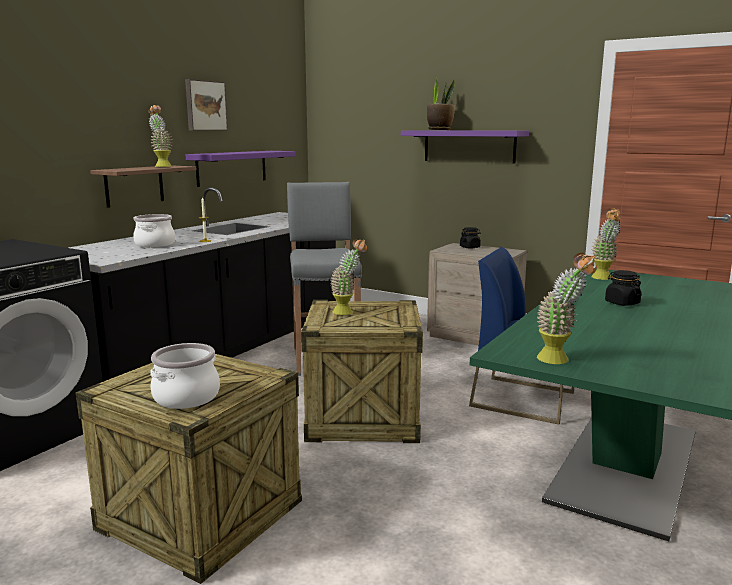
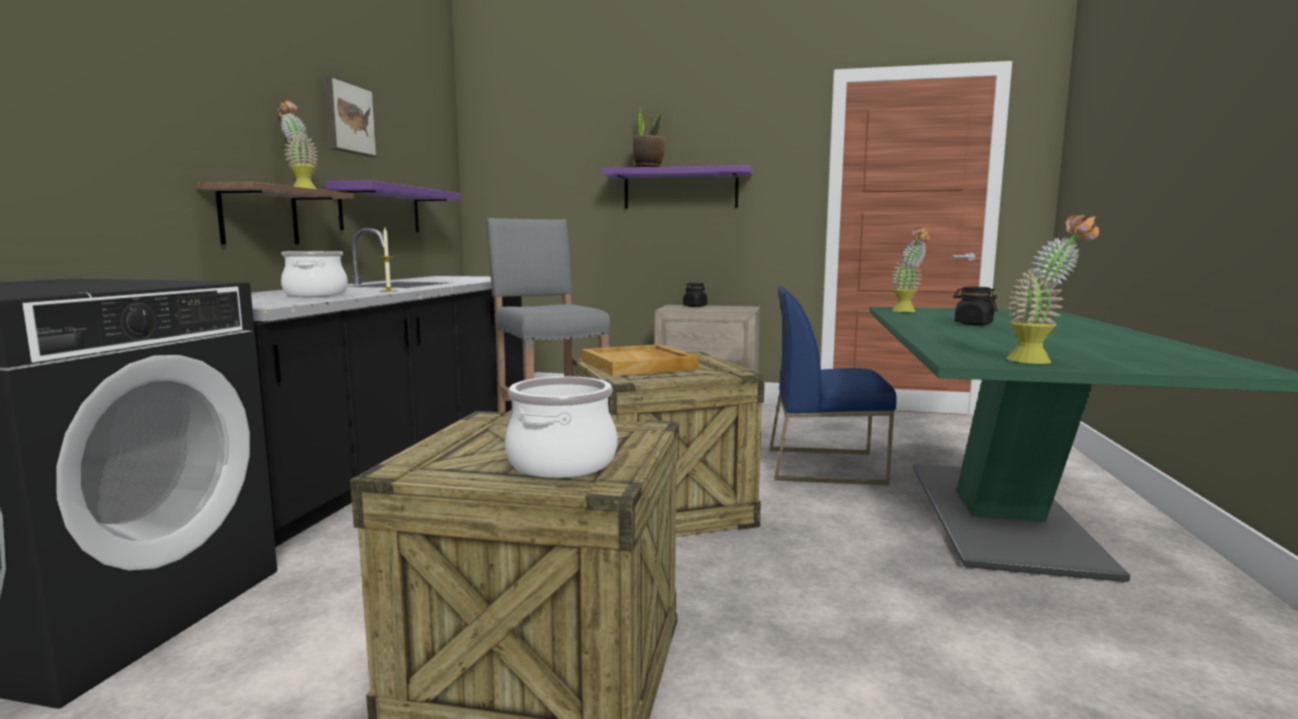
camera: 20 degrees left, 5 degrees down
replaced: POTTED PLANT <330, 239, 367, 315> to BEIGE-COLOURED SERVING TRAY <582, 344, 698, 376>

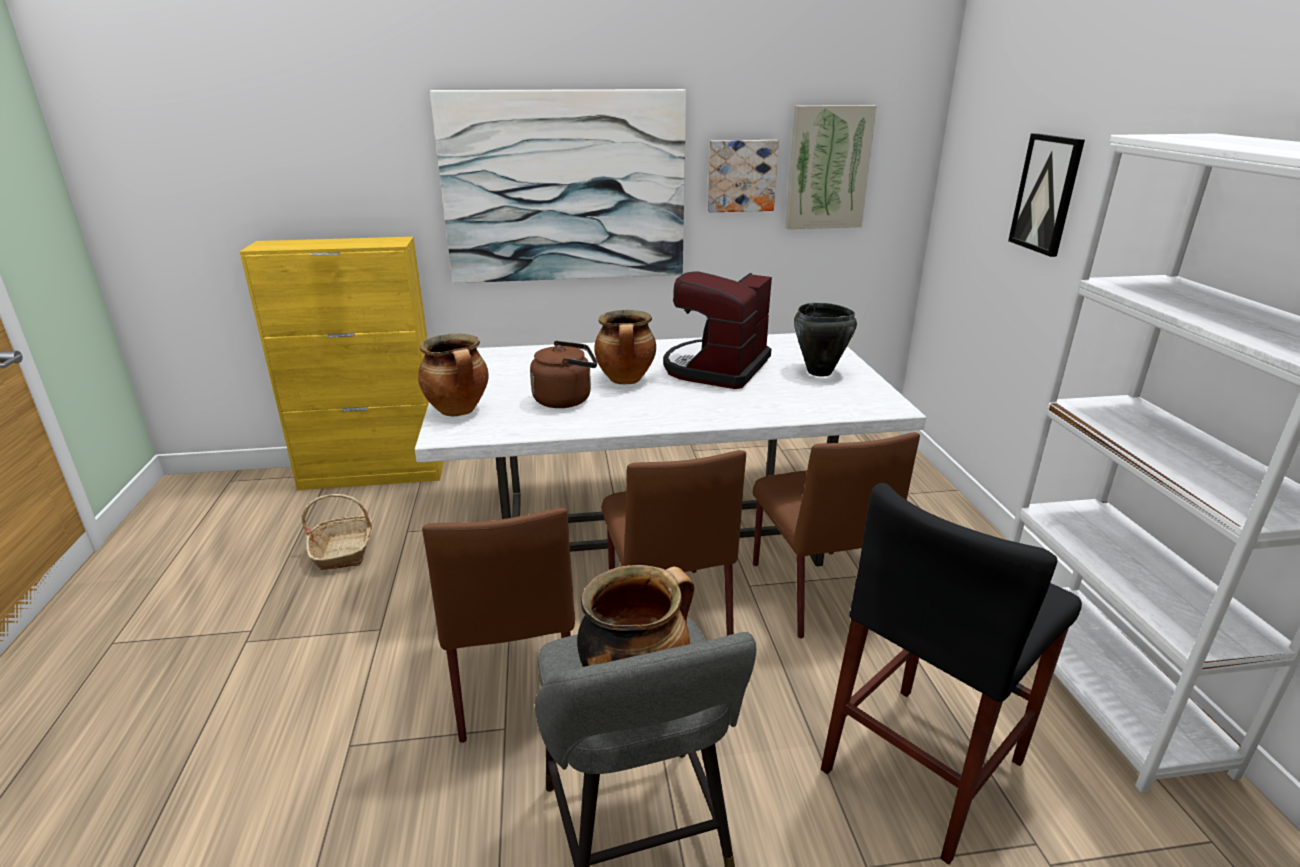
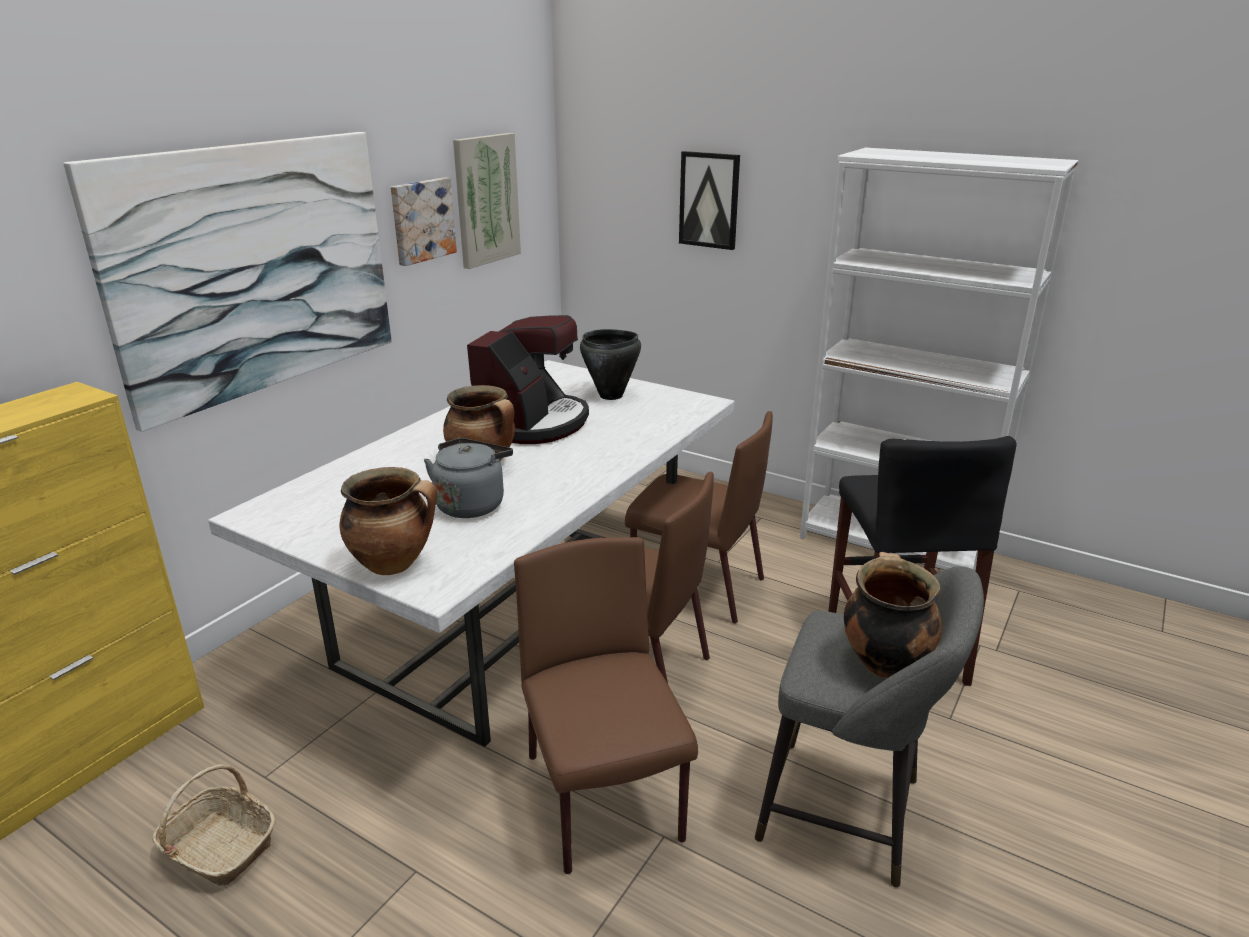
camera: 50 degrees left, 0 degrees up
recoloured: BROWN-COLOURED KETTLE <530, 341, 597, 408> to GREYISH KETTLE <424, 438, 513, 518>
turned: BROWN-COLOURED CHAIR <422, 508, 575, 743> = <514, 537, 698, 874> 135 degrees counterclockwise; COFFEE MAKER <663, 271, 772, 389> = <467, 315, 589, 444> 135 degrees counterclockwise

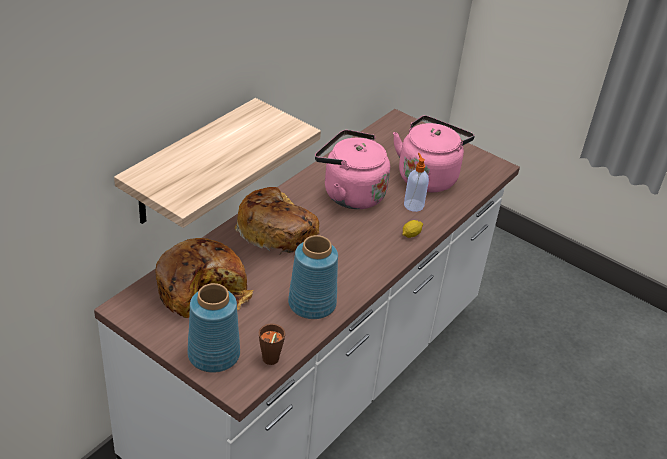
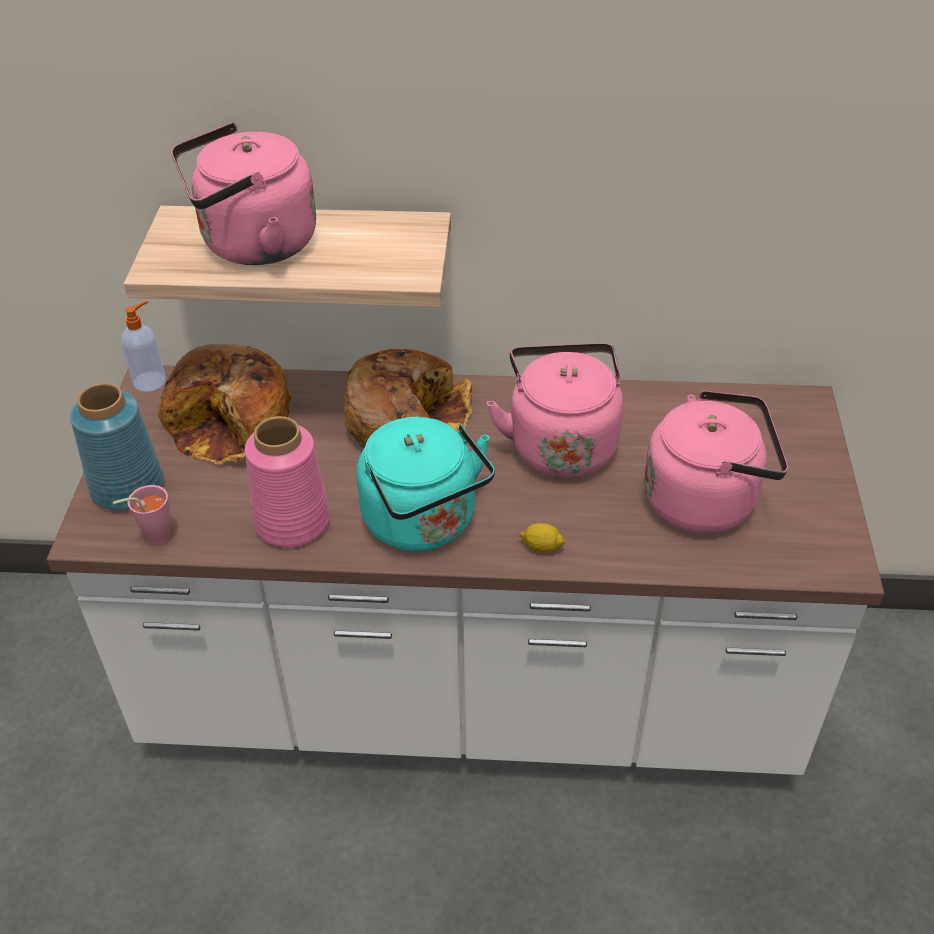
camera: 60 degrees right, 5 degrees up
added: PINK-COLOURED KETTLE <171, 123, 316, 265>; BLUE-GREEN KETTLE <357, 417, 495, 551>
moved: SOAP DISPENSER <404, 153, 429, 212> to <122, 301, 166, 392>
recoloured: BROWN-COLOURED SMALL CUP <258, 323, 285, 365> to PINK-COLOURED SMALL CUP <113, 485, 171, 546>; BLUE VASE <288, 235, 338, 319> to PINK-COLOURED VASE <245, 416, 330, 547>

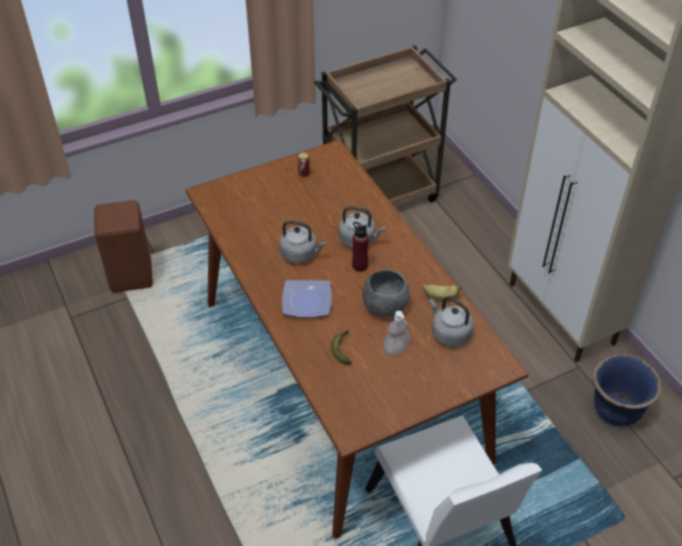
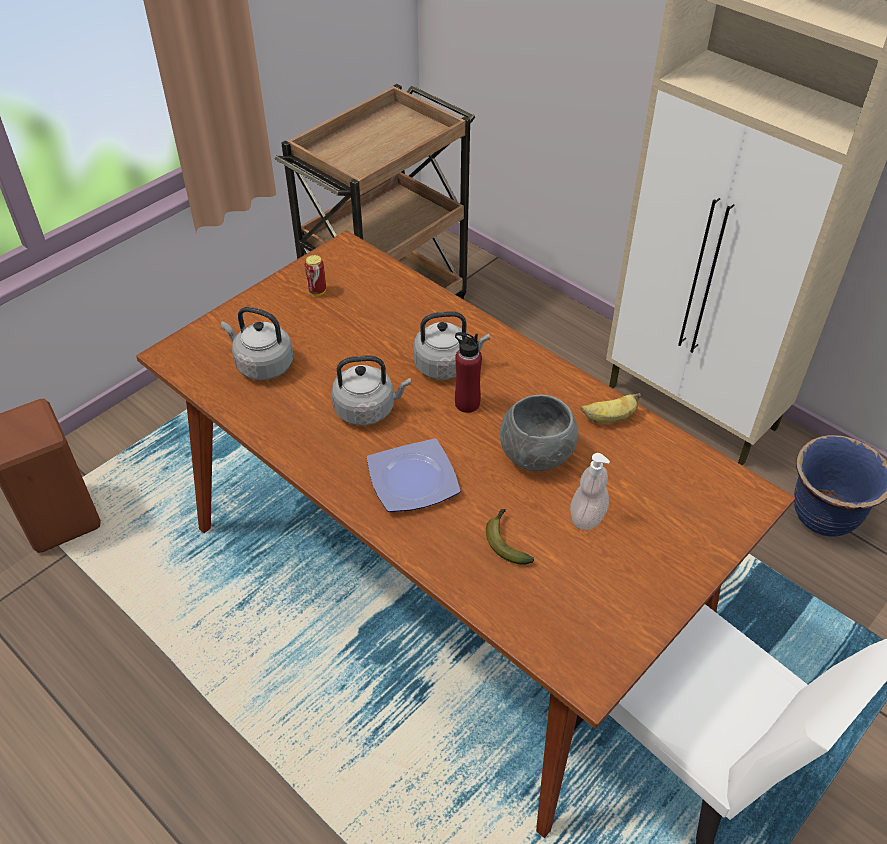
camera: 20 degrees left, 0 degrees up
moved: GREYISH KETTLE <429, 296, 474, 347> to <221, 307, 293, 380>

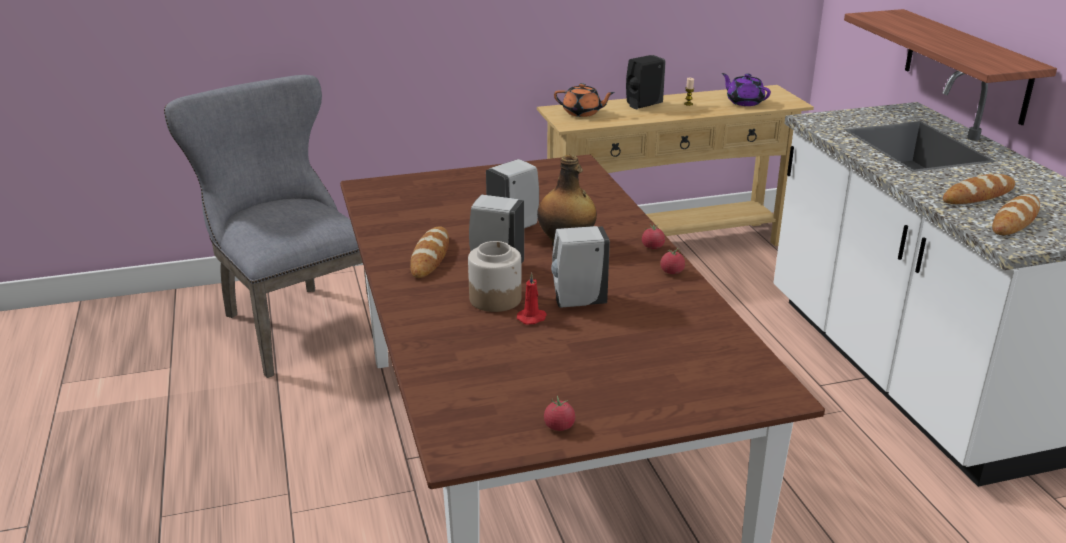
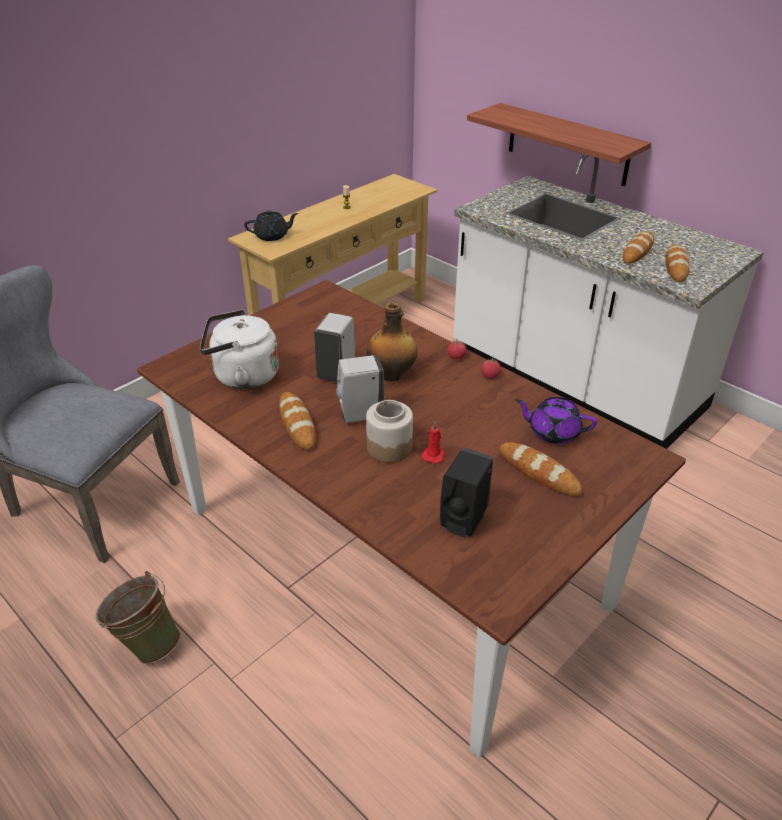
camera: 30 degrees left, 10 degrees up
removed: WHOLE TOMATO <544, 396, 575, 431>; WHITE-COLOURED SOAP DISPENSER <551, 226, 610, 308>
added: GREEN BUCKET <95, 571, 181, 664>; WHITE-COLOURED KETTLE <200, 310, 279, 389>; BAKED BREAD <500, 442, 583, 496>
moved: BLACK SOAP DISPENSER <626, 55, 666, 109> to <440, 448, 493, 537>; PURPLISH POT FOR TEA <722, 73, 771, 106> to <515, 397, 597, 444>
recoloured: ORANGE-COLOURED POT FOR TEA <554, 83, 615, 117> to BLACK POT FOR TEA <244, 210, 298, 241>

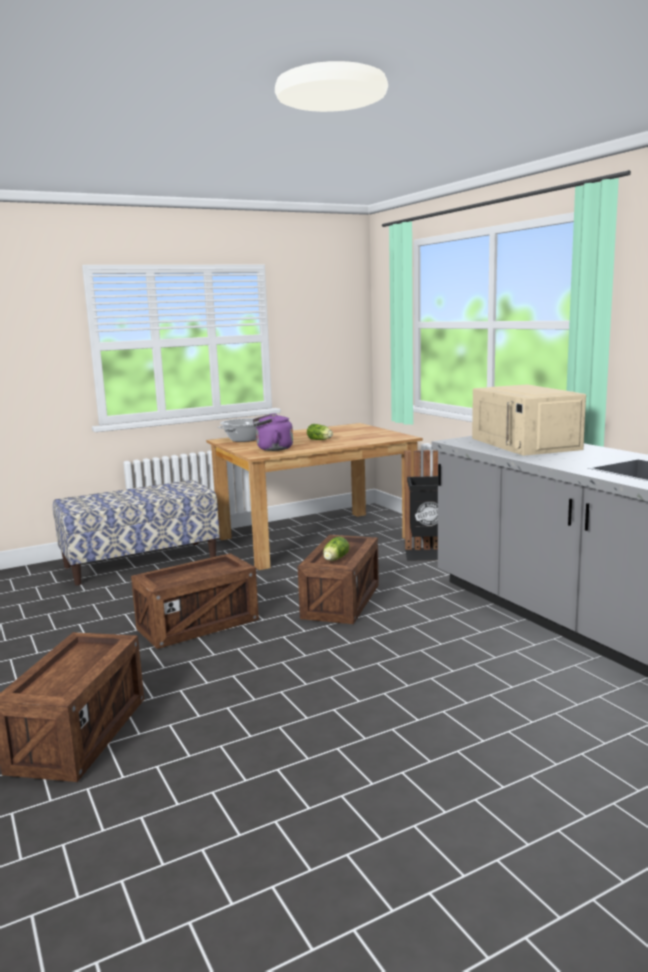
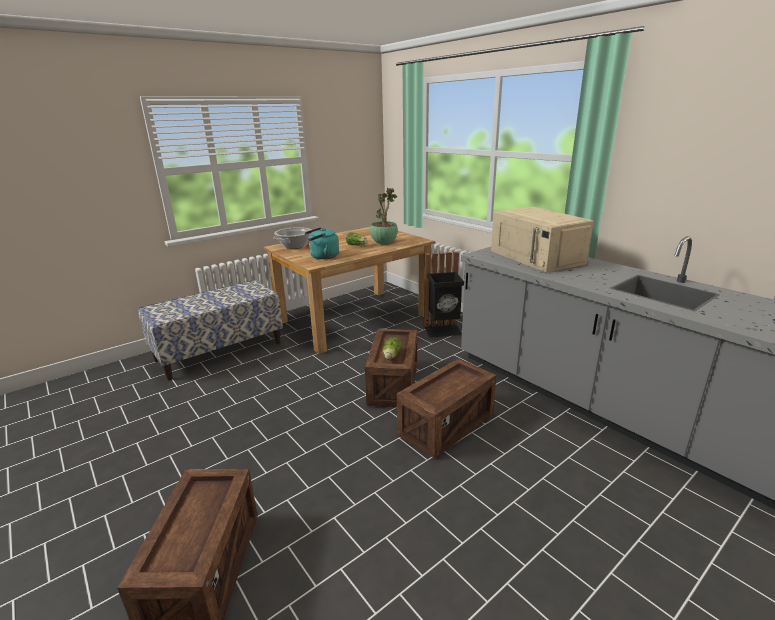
camera: 10 degrees left, 10 degrees up
added: POTTED PLANT <370, 187, 398, 245>
moved: CRATE <131, 553, 259, 649> to <397, 358, 497, 459>
recoloured: PURPLISH KETTLE <253, 413, 293, 451> to BLUE-GREEN KETTLE <305, 227, 339, 259>

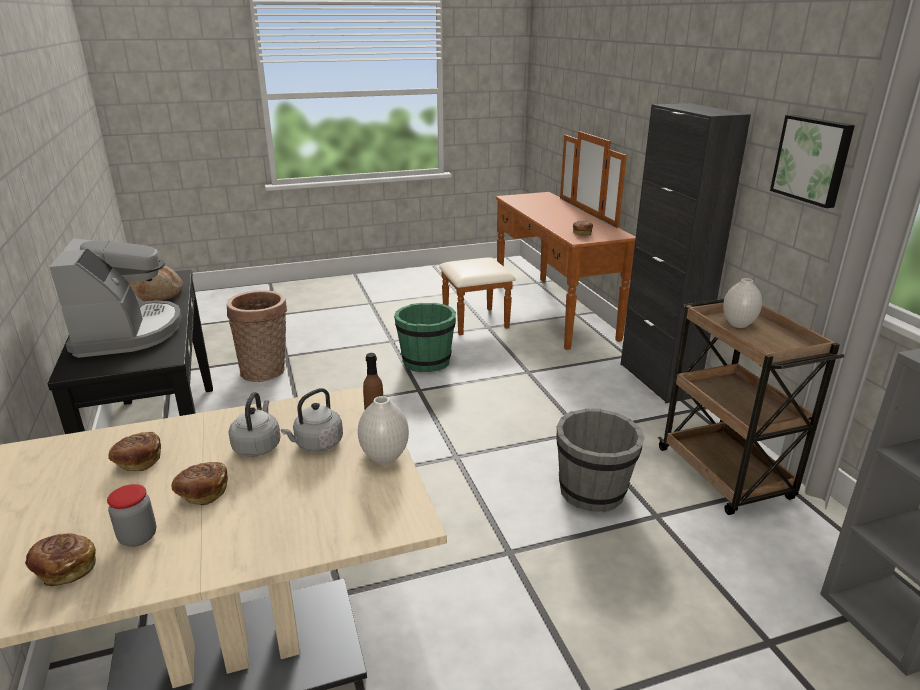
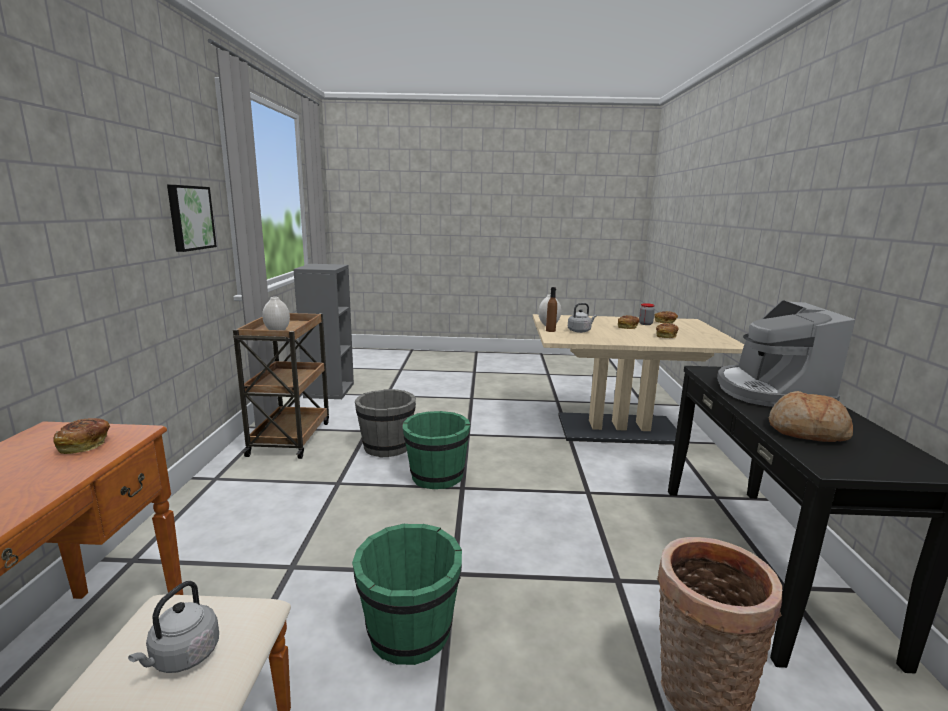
camera: 160 degrees left, 10 degrees down
removed: BLACK STORAGE CABINET <620, 103, 751, 403>
added: GREEN BUCKET <403, 411, 470, 489>
moved: GREYISH KETTLE <228, 392, 281, 457> to <128, 581, 219, 673>

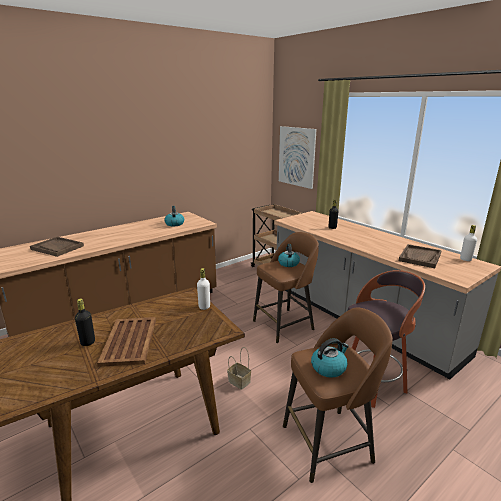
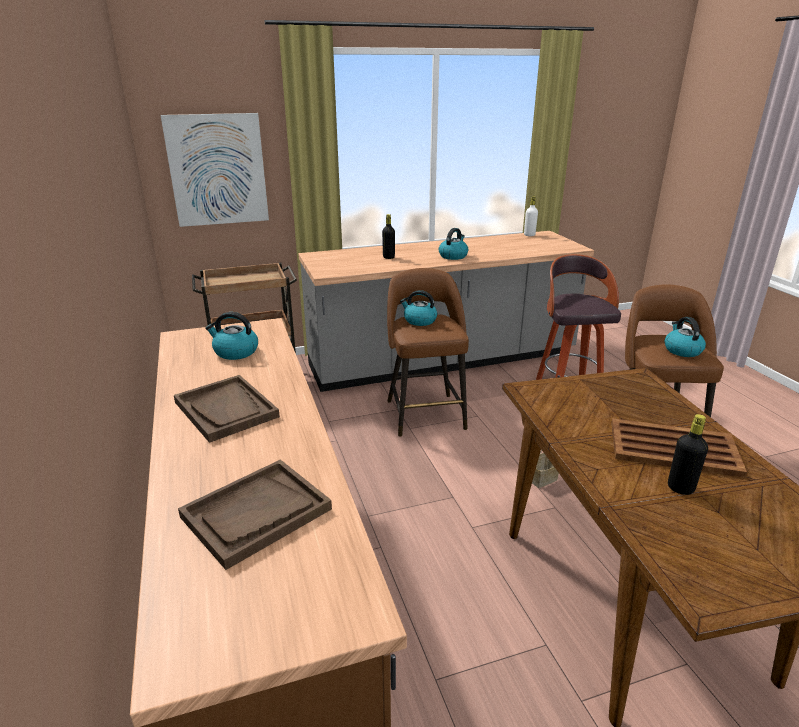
camera: 70 degrees left, 5 degrees up
removed: WHITE-COLOURED DRINK BOTTLE <197, 268, 210, 310>
added: KETTLE <439, 228, 468, 260>
moved: BROWN-COLOURED SERVING TRAY <399, 244, 442, 268> to <174, 375, 280, 443>

